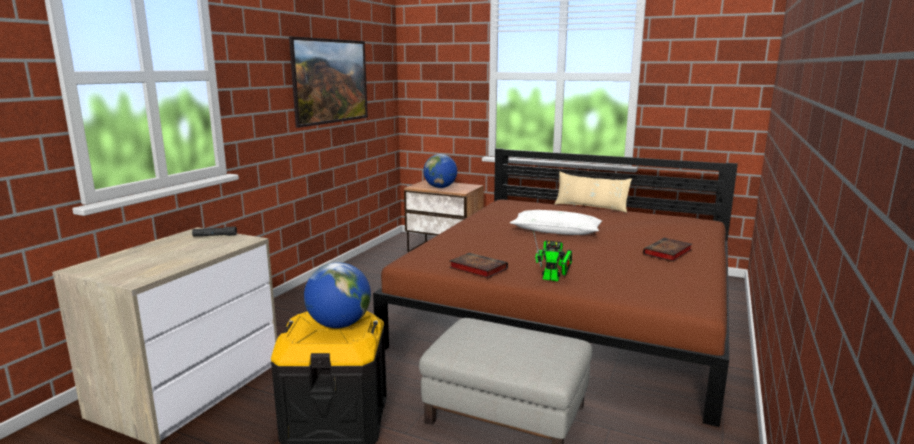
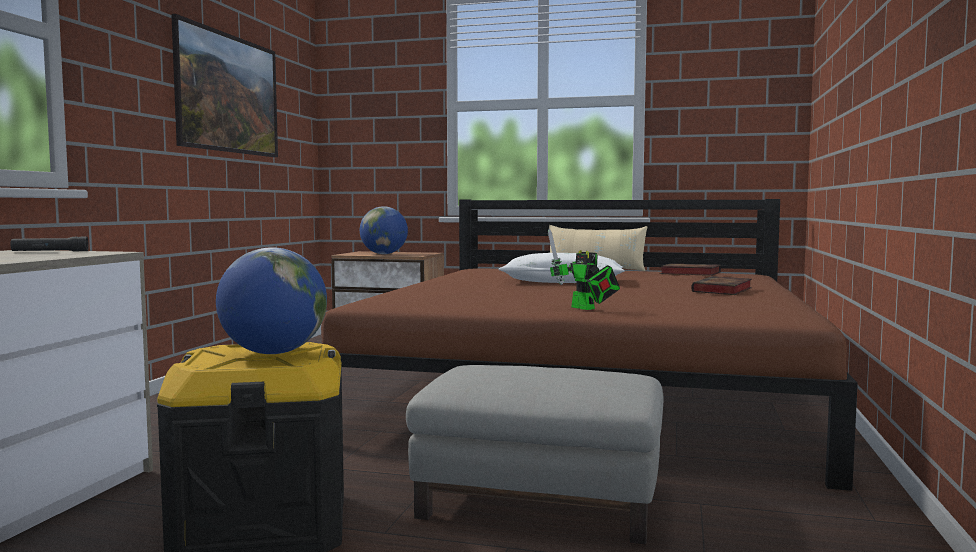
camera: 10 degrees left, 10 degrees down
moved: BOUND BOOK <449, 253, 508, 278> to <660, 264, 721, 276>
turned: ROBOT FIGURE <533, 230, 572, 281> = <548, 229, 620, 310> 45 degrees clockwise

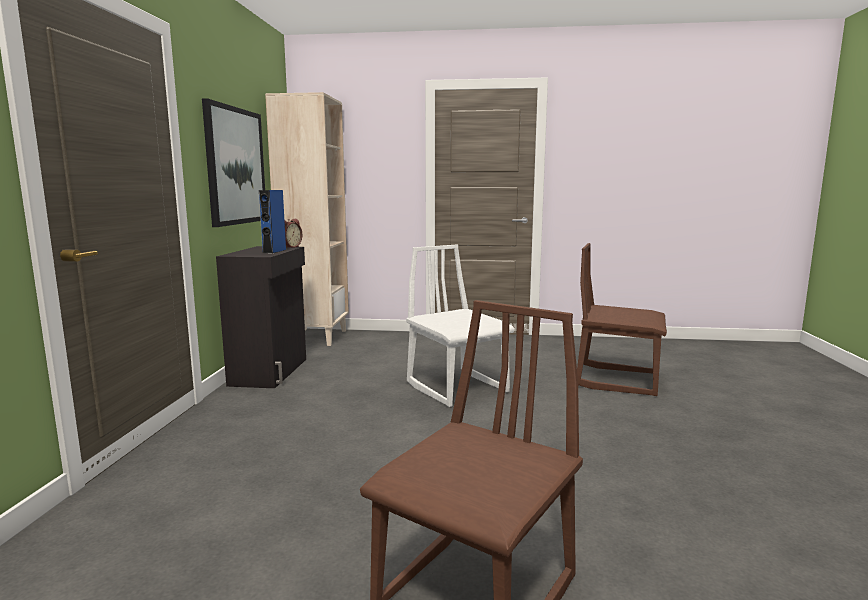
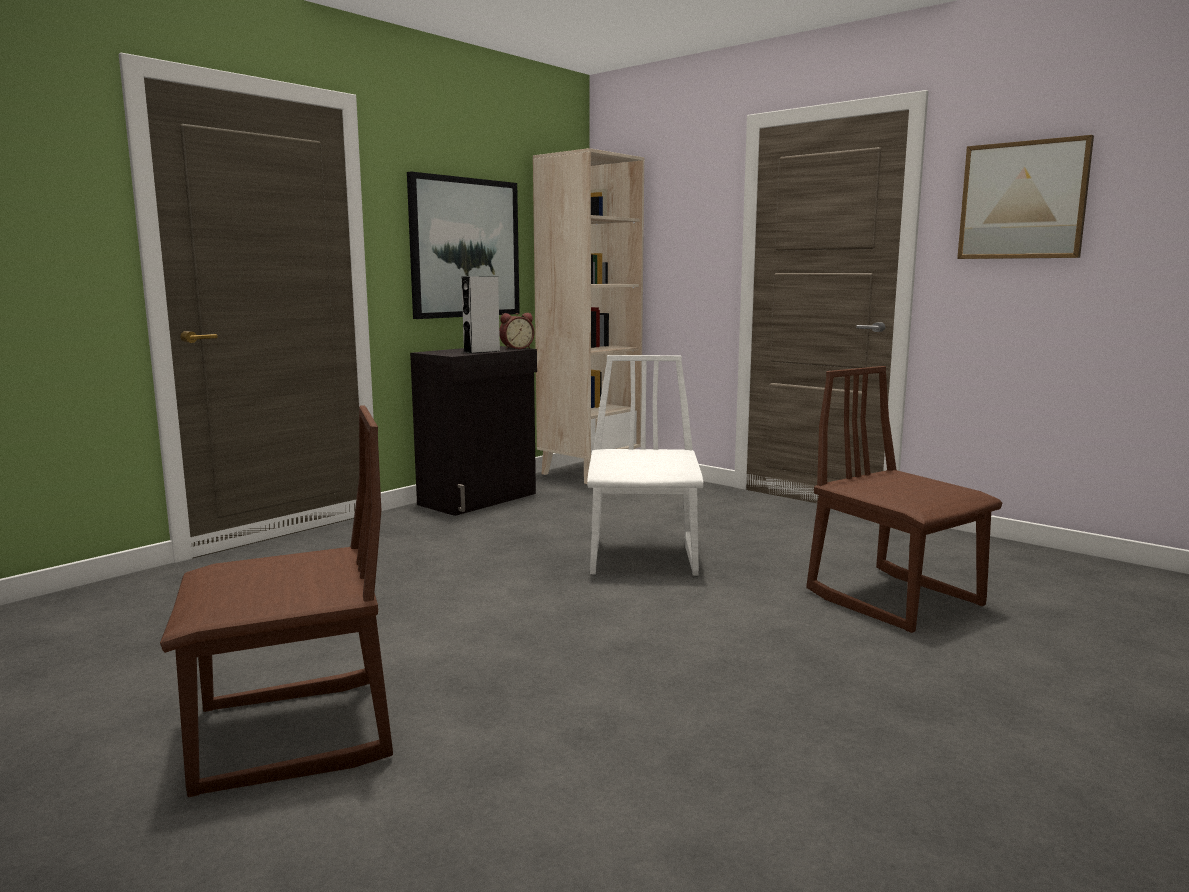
camera: 35 degrees right, 0 degrees up
added: WALL ART <957, 135, 1094, 259>
recoloured: BLUE AUDIO SPEAKER <259, 190, 286, 253> to GREYISH AUDIO SPEAKER <462, 276, 500, 353>

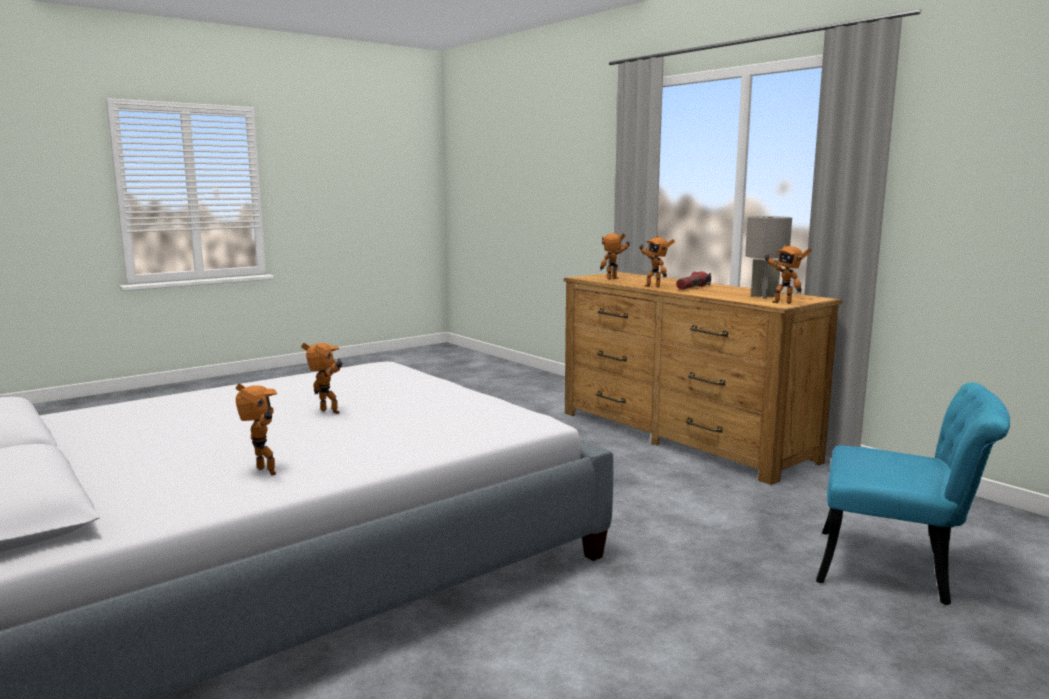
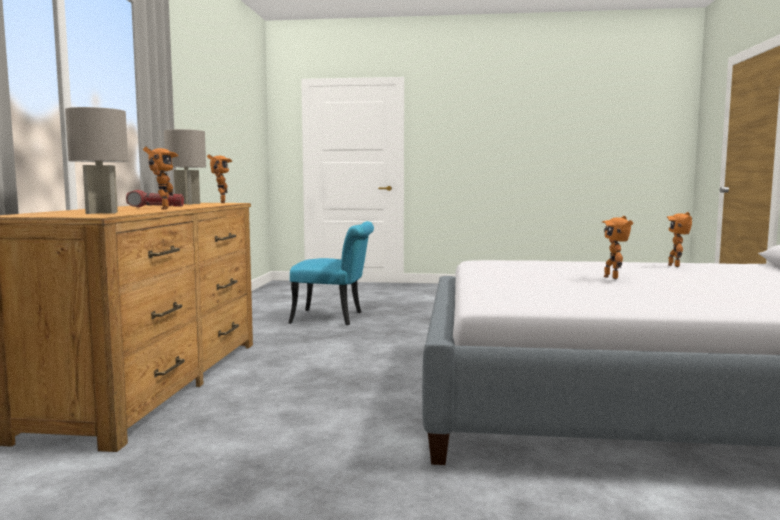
camera: 135 degrees left, 5 degrees down
replaced: ROBOT FIGURE <600, 233, 630, 280> to GREYISH TABLETOP LAMP <65, 107, 128, 214>
turned: BLUE-GREEN CHAIR <816, 382, 1010, 605> = <288, 221, 374, 325> 120 degrees clockwise

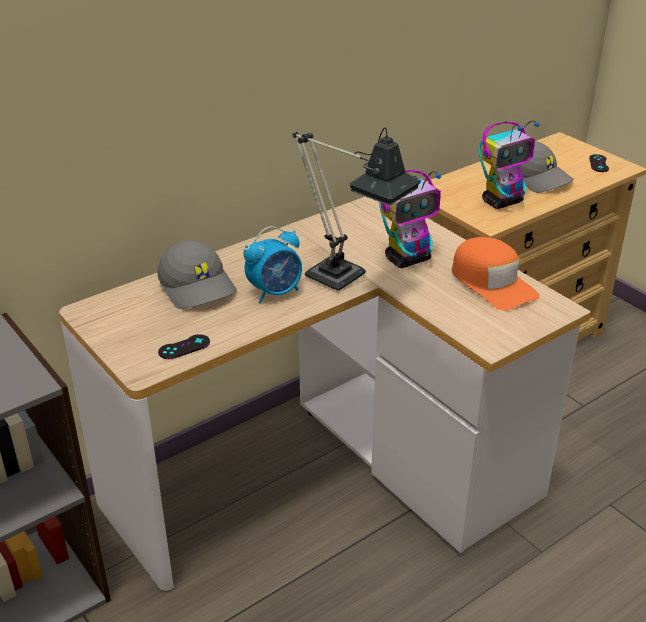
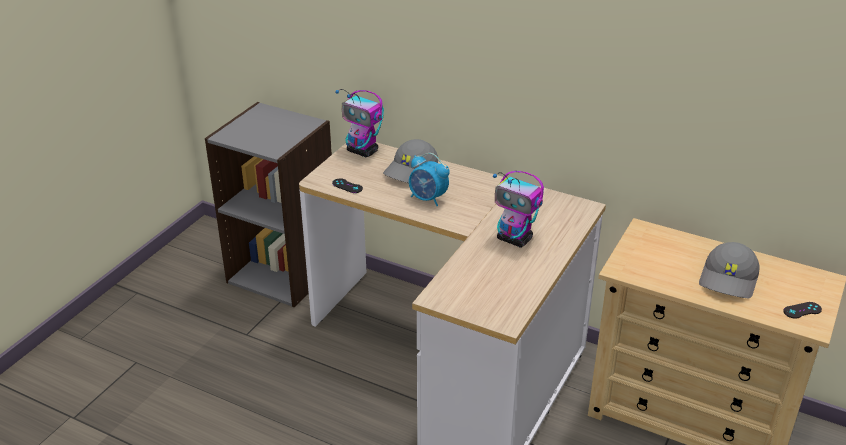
camera: 65 degrees right, 0 degrees up
removed: TABLETOP LAMP <293, 128, 420, 290>; ORANGE-COLOURED CAP <452, 237, 540, 311>
moved: ROBOT FIGURE <479, 121, 539, 209> to <335, 89, 384, 157>

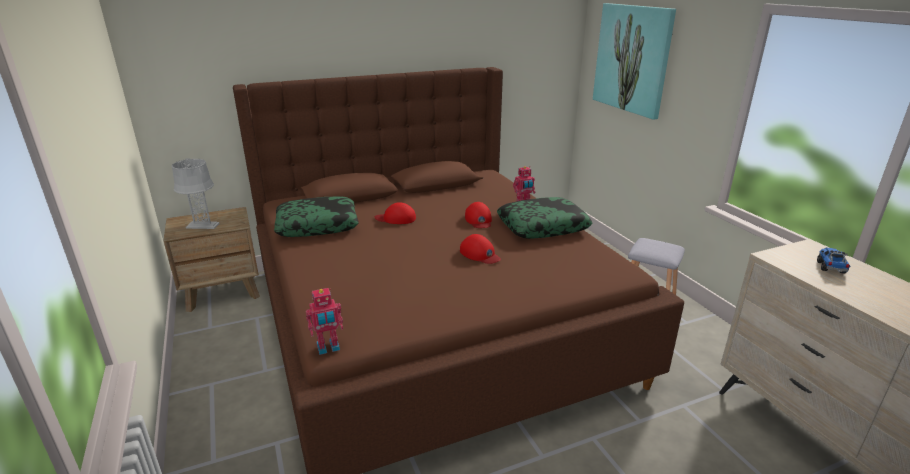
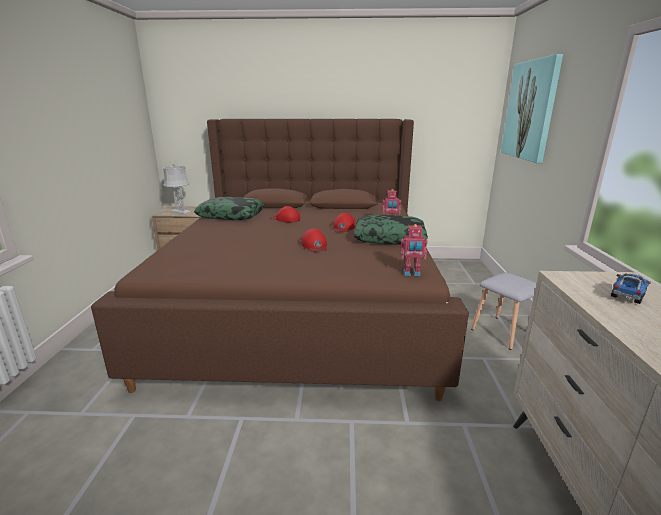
camera: 25 degrees right, 5 degrees down
moved: ROBOT FIGURE <306, 288, 343, 355> to <400, 224, 428, 276>

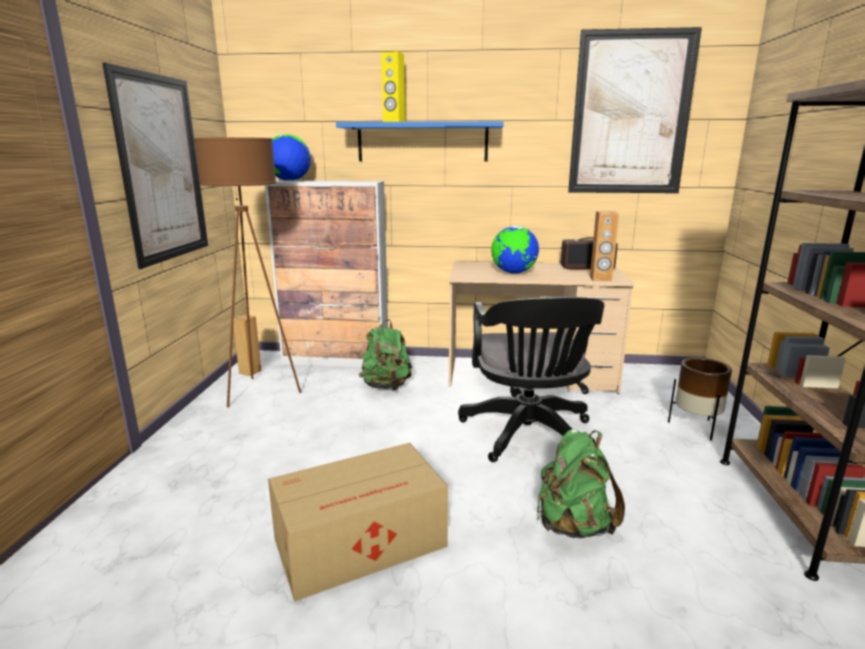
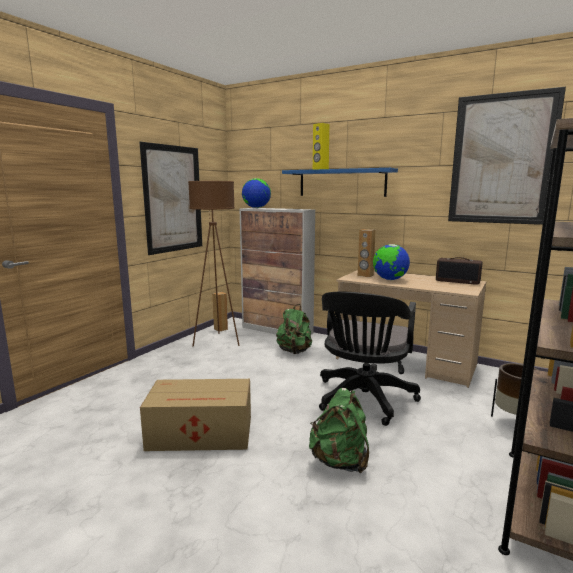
camera: 25 degrees right, 5 degrees down
moved: BROWN-COLOURED AUDIO SPEAKER <590, 211, 619, 281> to <358, 229, 375, 277>

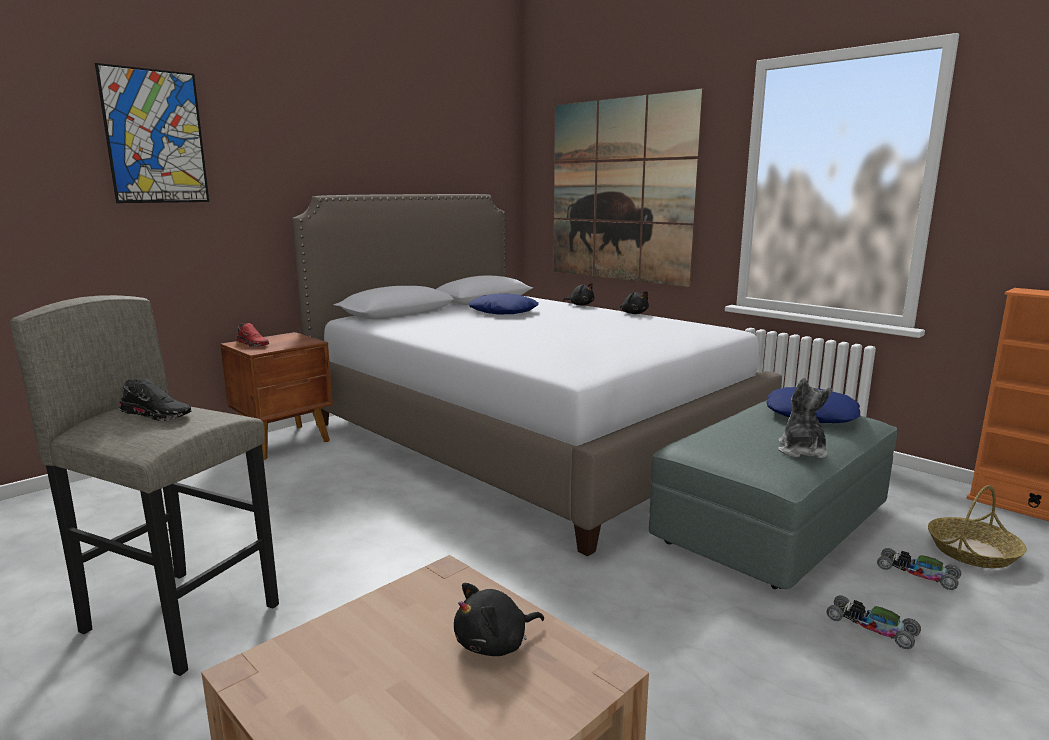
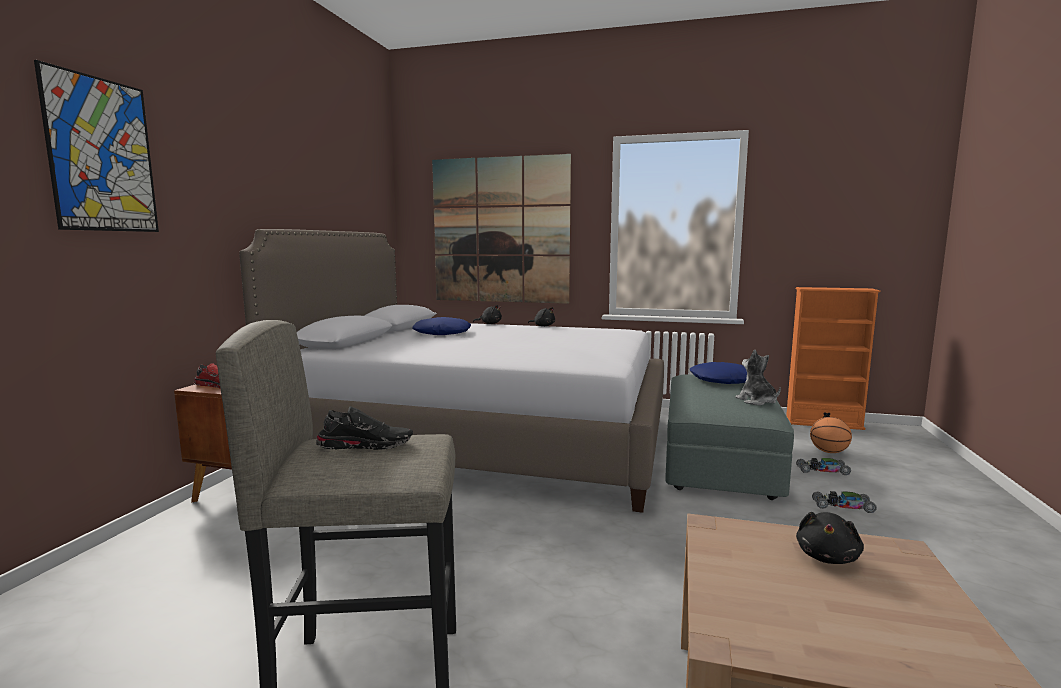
camera: 30 degrees left, 5 degrees down
replaced: STORAGE BASKET <928, 485, 1027, 568> to BASKETBALL <810, 417, 852, 453>

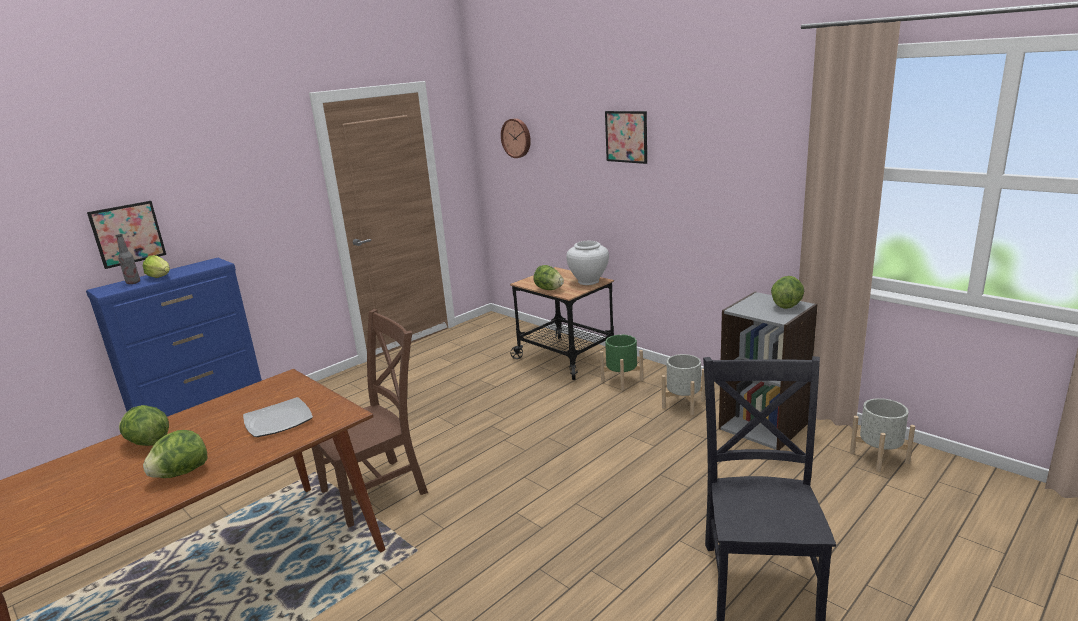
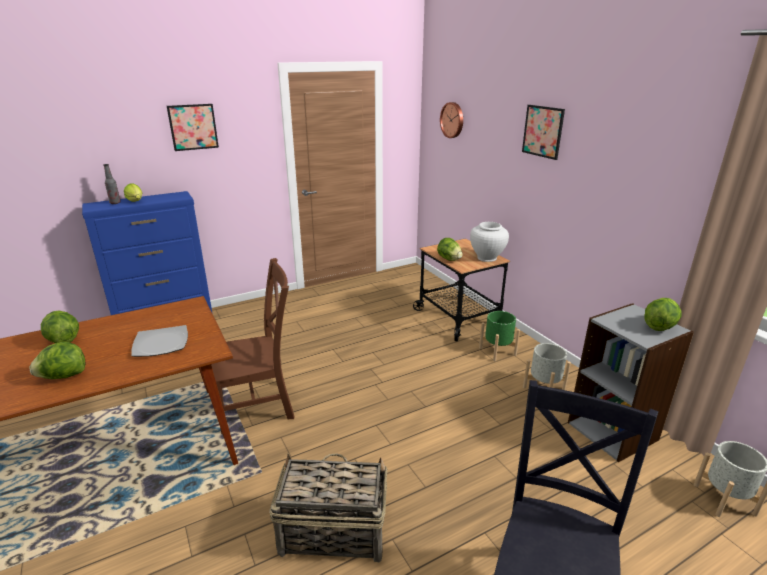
camera: 15 degrees right, 5 degrees up
added: STORAGE BASKET <269, 453, 387, 562>
moved: WALL ART <87, 201, 166, 269> to <167, 104, 219, 151>

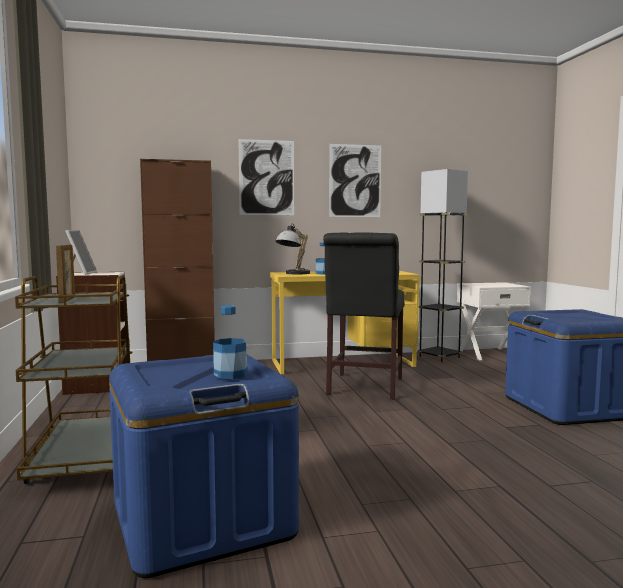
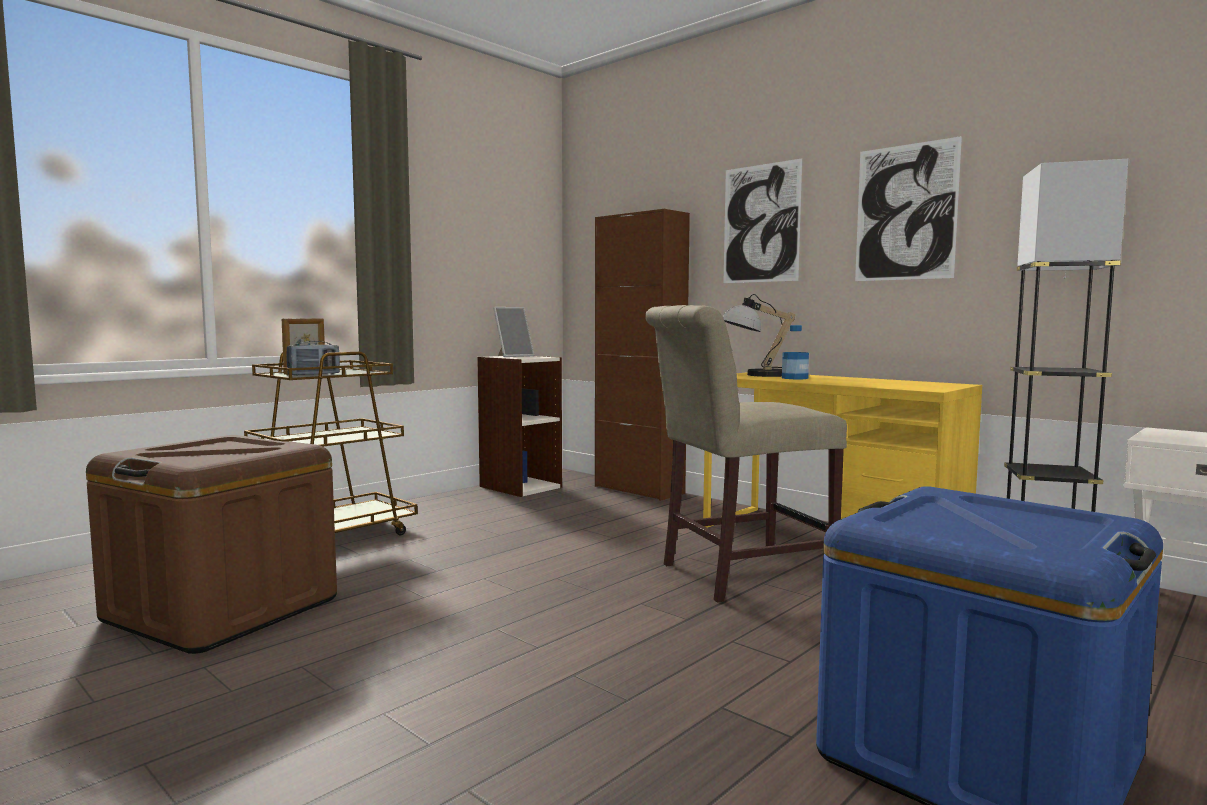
camera: 55 degrees right, 0 degrees up
removed: DRINK BOTTLE <213, 305, 248, 379>
added: RADIO SET <286, 341, 340, 375>
recoloured: BLUE STORAGE BIN <109, 355, 299, 578> to BROWN-COLOURED STORAGE BIN <86, 435, 337, 654>; BLACK CHAIR <323, 232, 405, 400> to BEIGE-COLOURED CHAIR <645, 305, 847, 603>

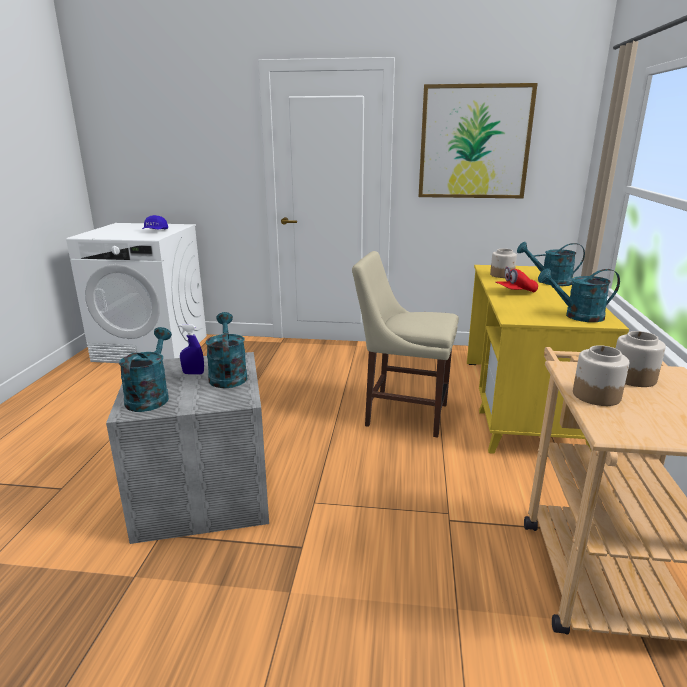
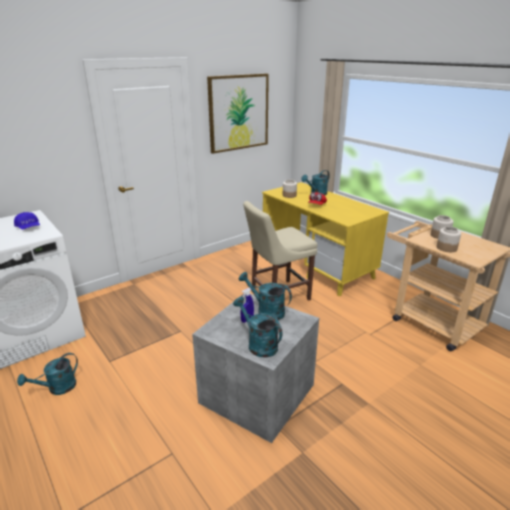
camera: 45 degrees left, 5 degrees up
moved: BLUE-GREEN SPRINKLING CAN <538, 268, 620, 322> to <17, 353, 78, 395>

